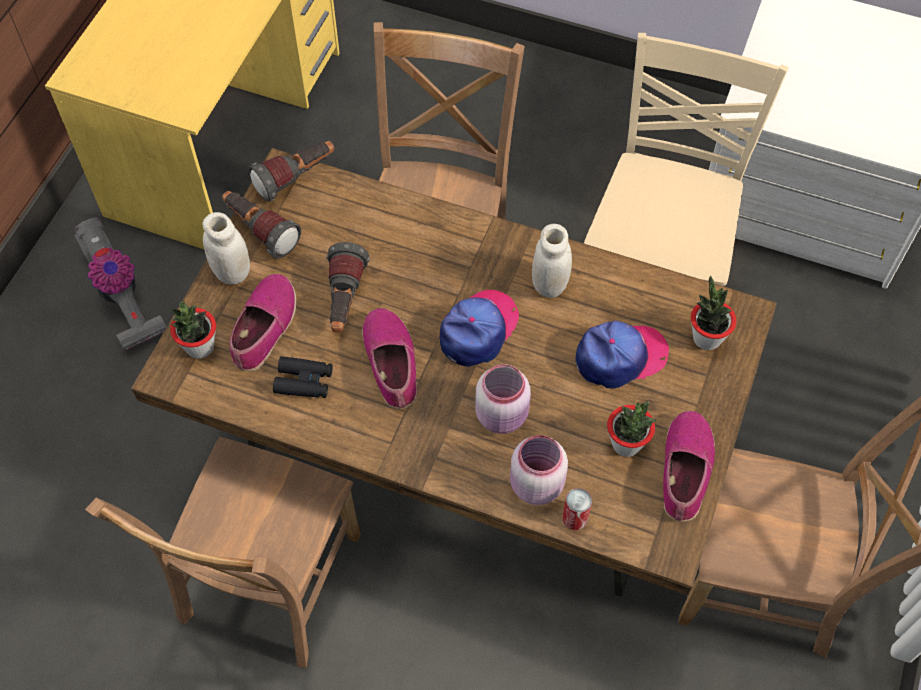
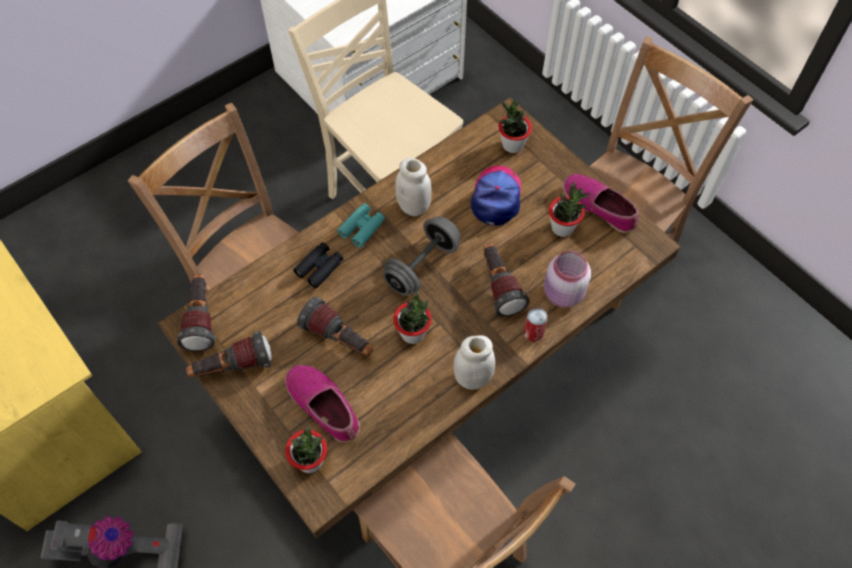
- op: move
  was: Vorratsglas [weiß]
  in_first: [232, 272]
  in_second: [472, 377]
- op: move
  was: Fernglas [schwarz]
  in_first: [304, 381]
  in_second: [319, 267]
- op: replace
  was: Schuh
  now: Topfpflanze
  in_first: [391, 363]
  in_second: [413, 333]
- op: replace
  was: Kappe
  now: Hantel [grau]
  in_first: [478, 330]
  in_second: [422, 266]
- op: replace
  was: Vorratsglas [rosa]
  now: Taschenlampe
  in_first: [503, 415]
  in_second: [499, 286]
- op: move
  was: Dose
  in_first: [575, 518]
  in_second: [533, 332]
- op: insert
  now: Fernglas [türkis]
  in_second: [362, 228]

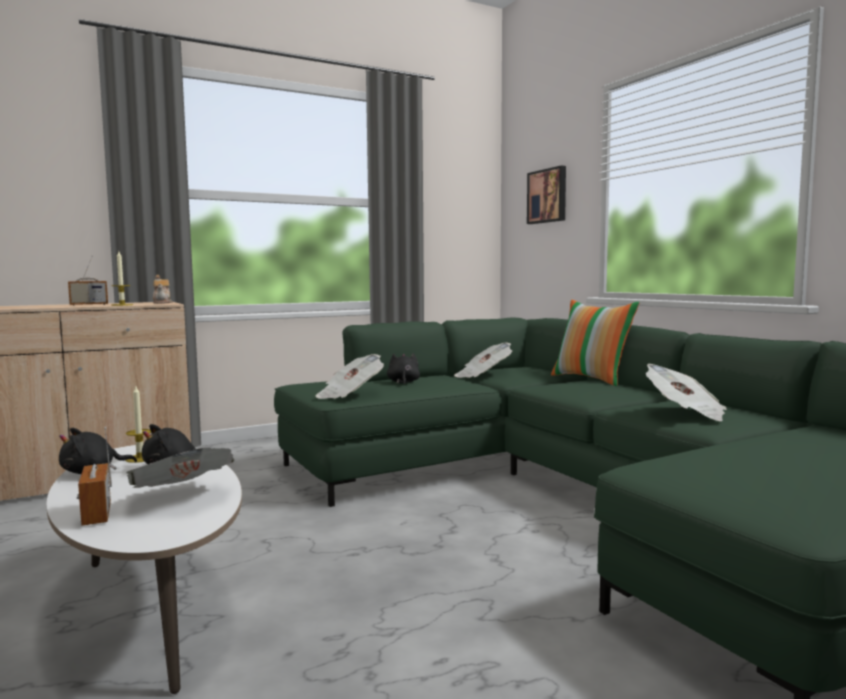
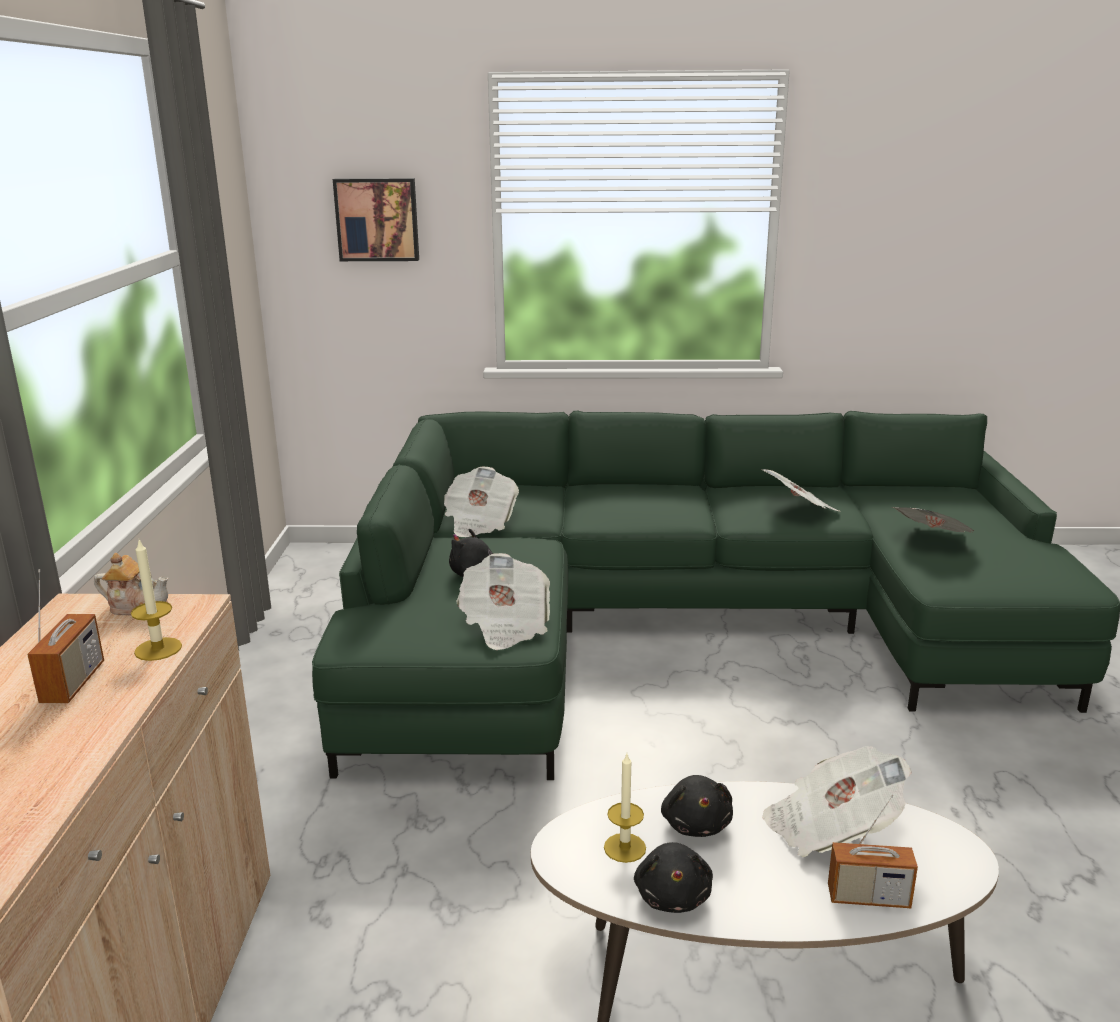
- op: delete
  was: Kissen
  in_first: [591, 379]
- op: insert
  now: Zeitung
  in_second: [932, 541]

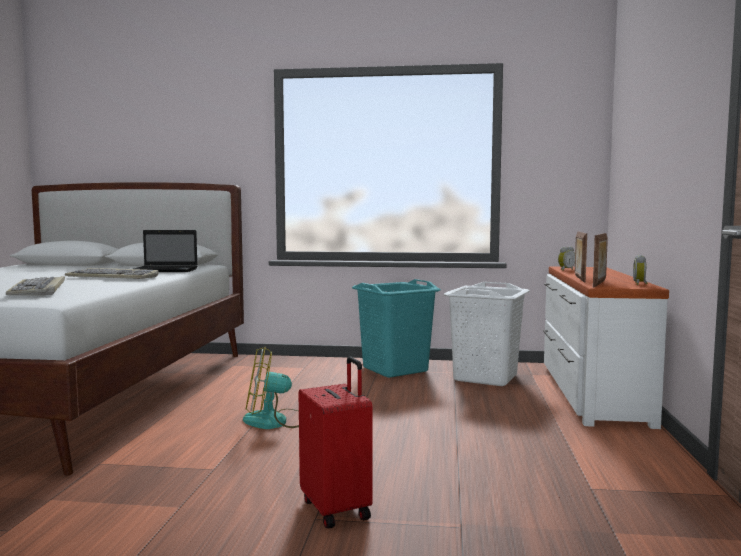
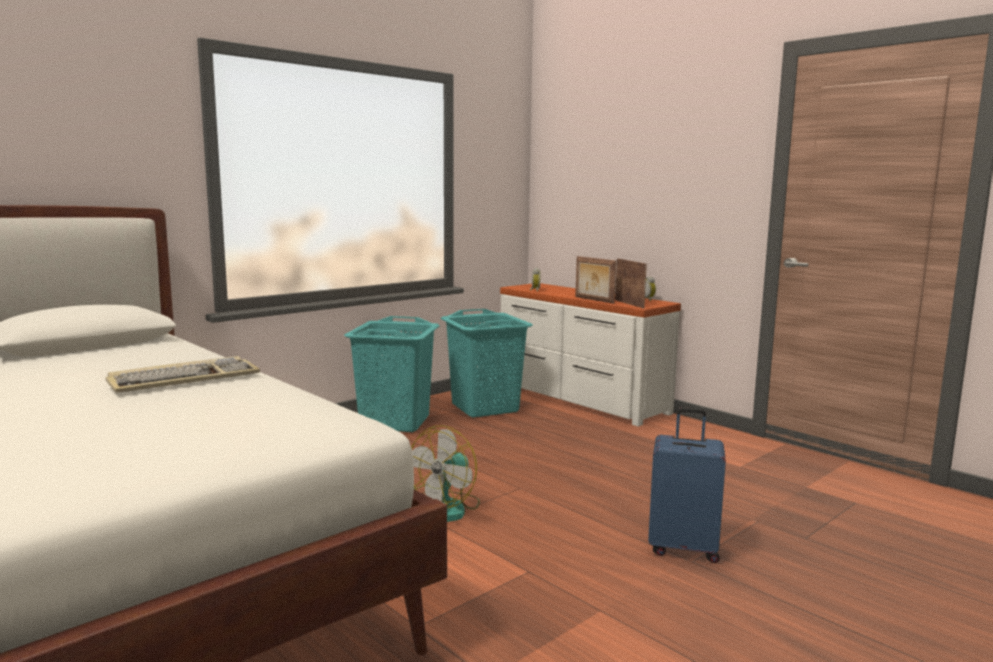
- op: delete
  was: Tastatur
  in_first: [38, 290]
- op: delete
  was: Laptop
  in_first: [166, 270]
- op: recolor
  was: Koffer [rot]
  now: Koffer [blau]
  in_first: [337, 509]
  in_second: [683, 548]
- op: recolor
  was: Wäschekorb [weiß]
  now: Wäschekorb [türkis]
  in_first: [486, 377]
  in_second: [485, 407]

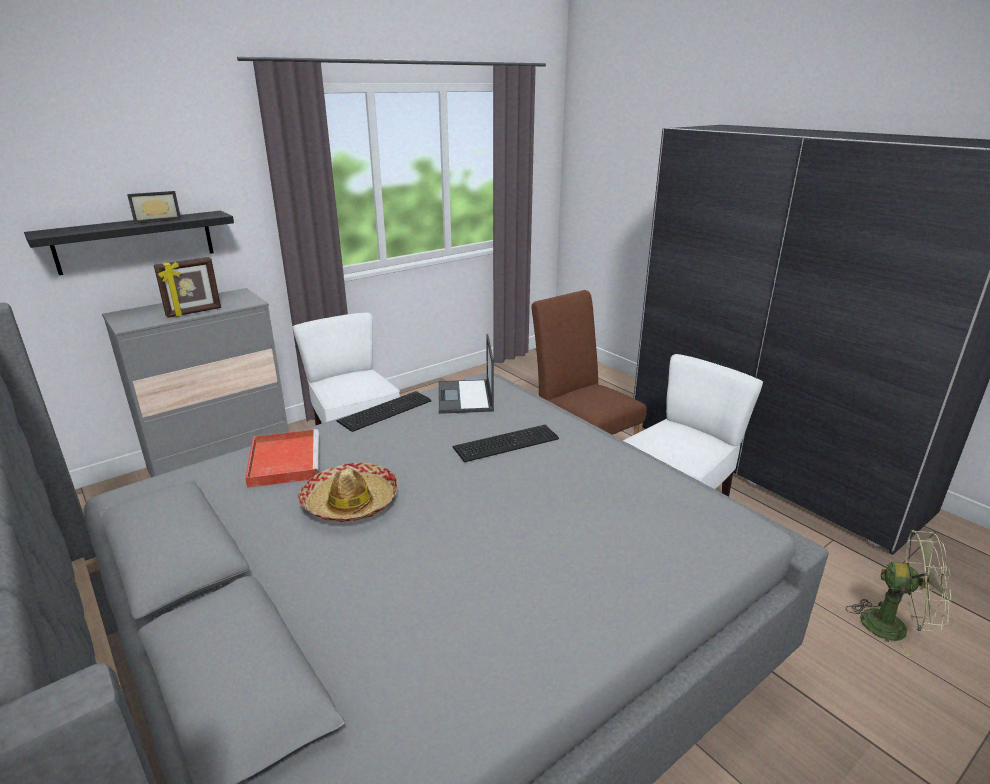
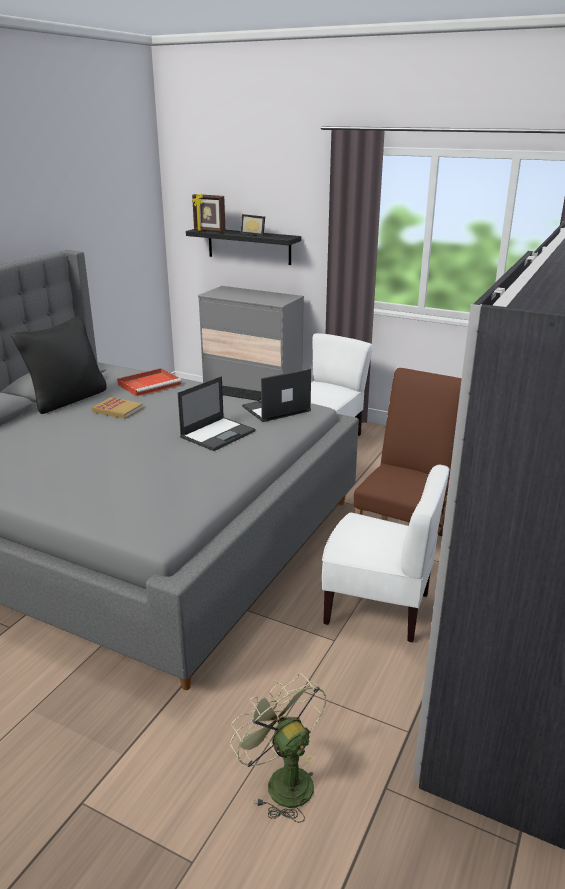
- op: move
  was: Bilderrahmen
  in_first: [194, 312]
  in_second: [209, 231]
- op: replace
  was: Hut
  now: Buch
  in_first: [351, 502]
  in_second: [117, 410]
- op: replace
  was: Tastatur
  now: Laptop
  in_first: [504, 442]
  in_second: [218, 434]
- op: rotate
  was: Ventilator [grün]
  in_first: [894, 626]
  in_second: [282, 780]
  clockwise: 150
- op: insert
  now: Kissen [schwarz]
  in_second: [67, 399]

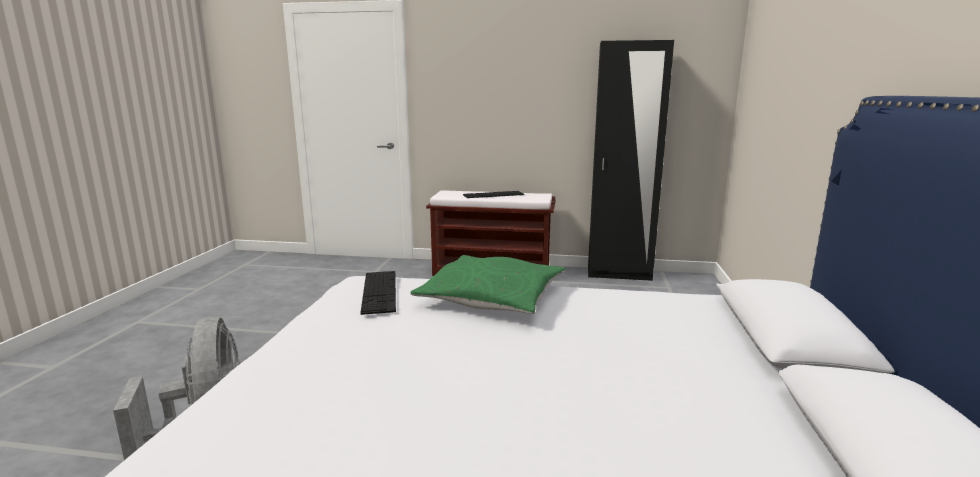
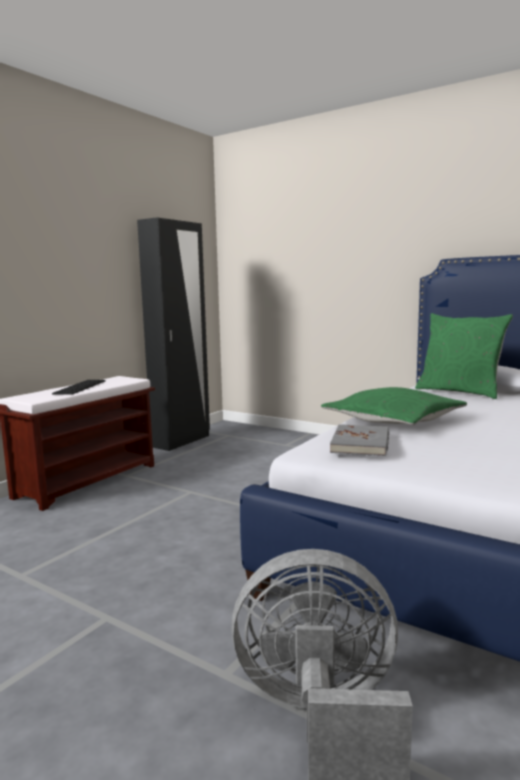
- op: replace
  was: Tastatur
  now: Buch [grau]
  in_first: [379, 291]
  in_second: [361, 443]
- op: insert
  now: Kissen [grün]
  in_second: [459, 391]

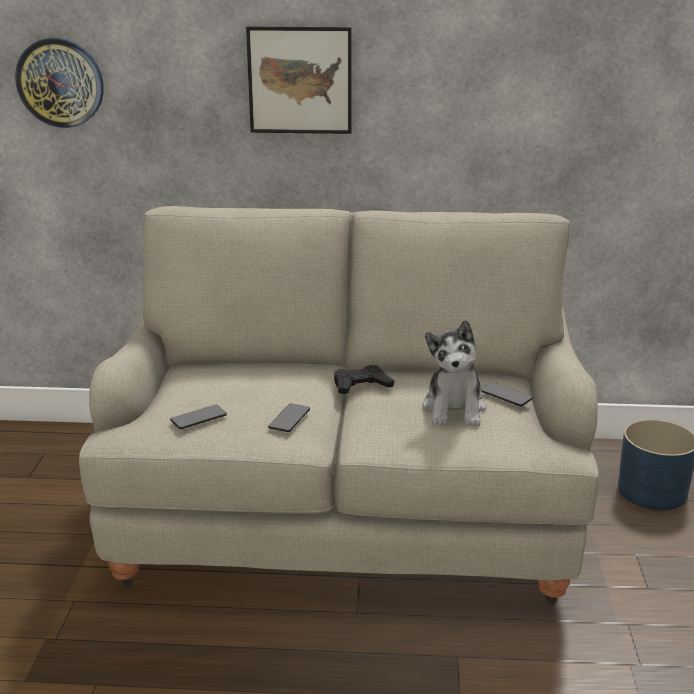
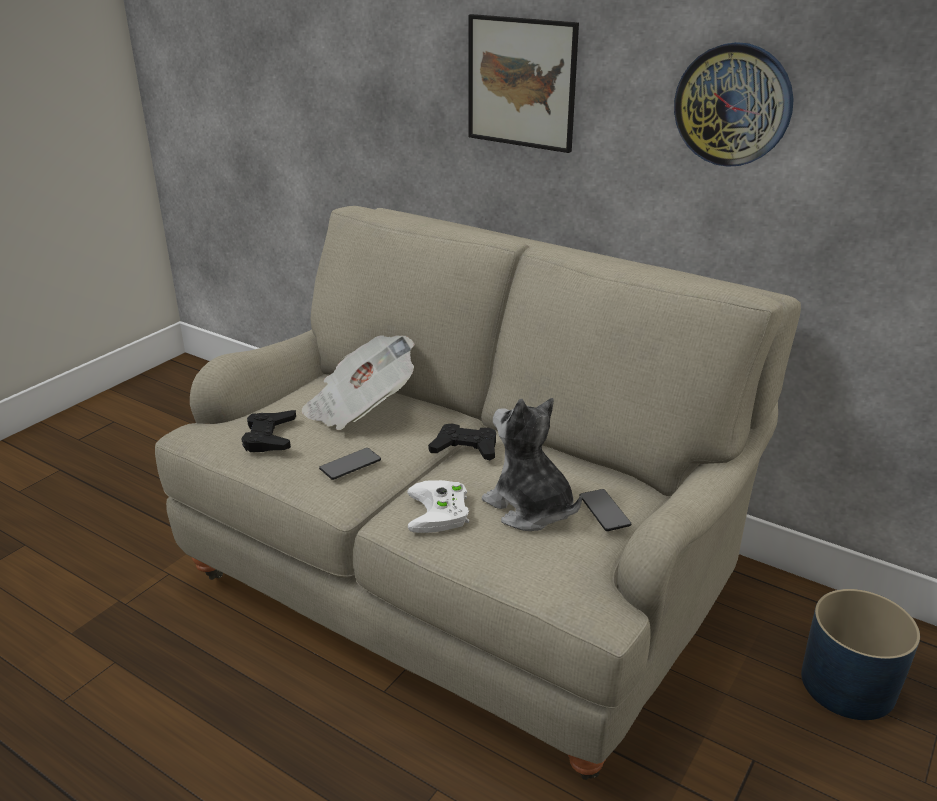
- op: move
  was: Wanduhr
  in_first: [60, 82]
  in_second: [733, 105]
- op: replace
  was: Handy
  now: Gamepad [schwarz]
  in_first: [198, 418]
  in_second: [269, 437]
- op: rotate
  was: Plüschtier
  in_first: [454, 409]
  in_second: [530, 508]
  clockwise: 105
- op: insert
  now: Zeitung
  in_second: [360, 408]
- op: insert
  now: Gamepad [weiß]
  in_second: [441, 512]

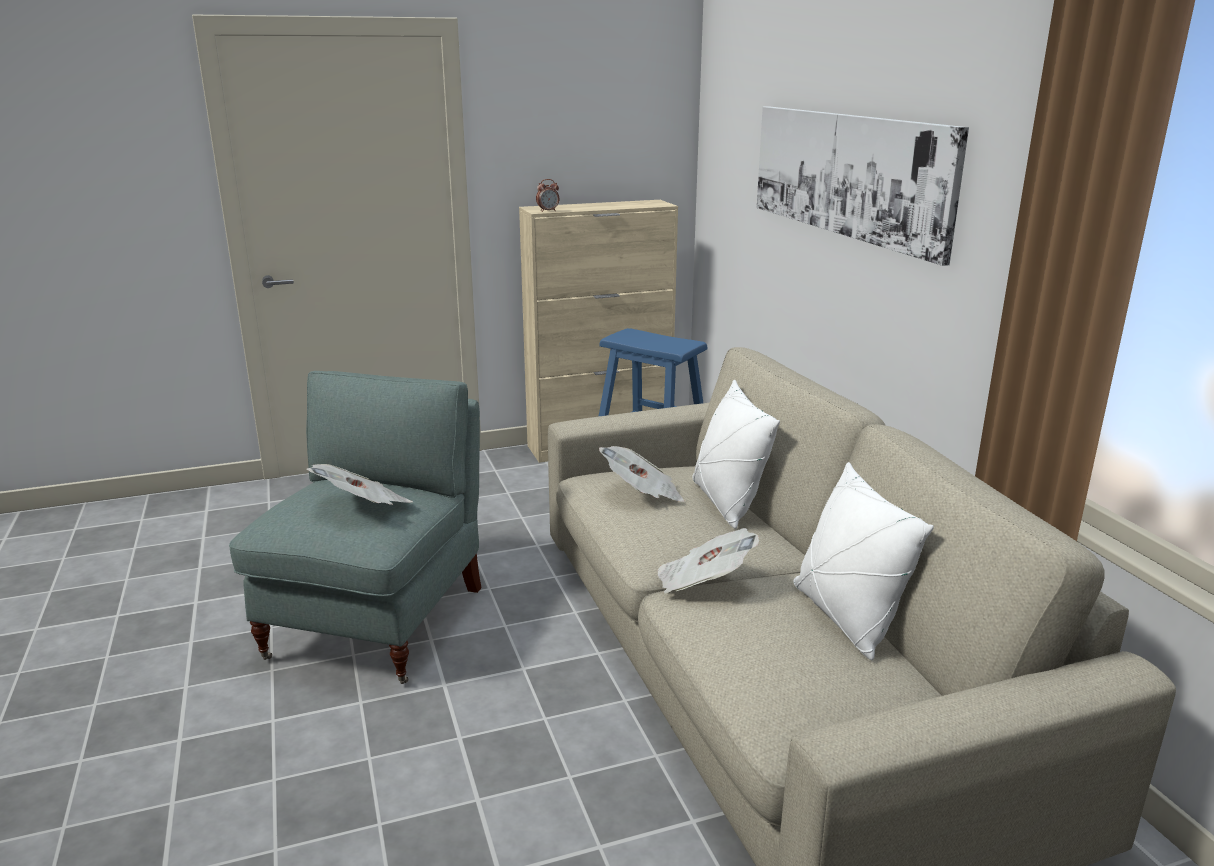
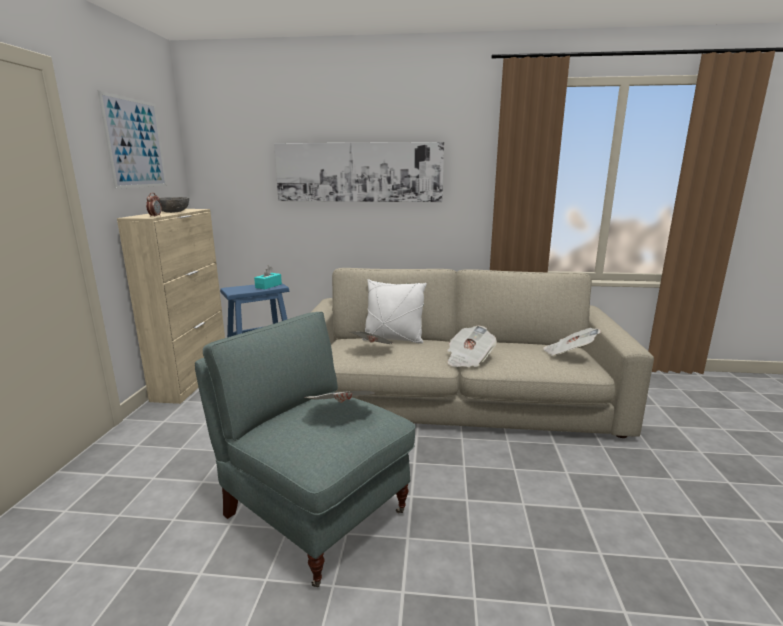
- op: delete
  was: Kissen [weiß]
  in_first: [845, 618]
- op: insert
  now: Bild
  in_second: [135, 143]
- op: insert
  now: Schüssel [grau]
  in_second: [172, 212]
- op: insert
  now: Taschentuchbox [türkis]
  in_second: [268, 286]
- op: insert
  now: Zeitung
  in_second: [568, 354]

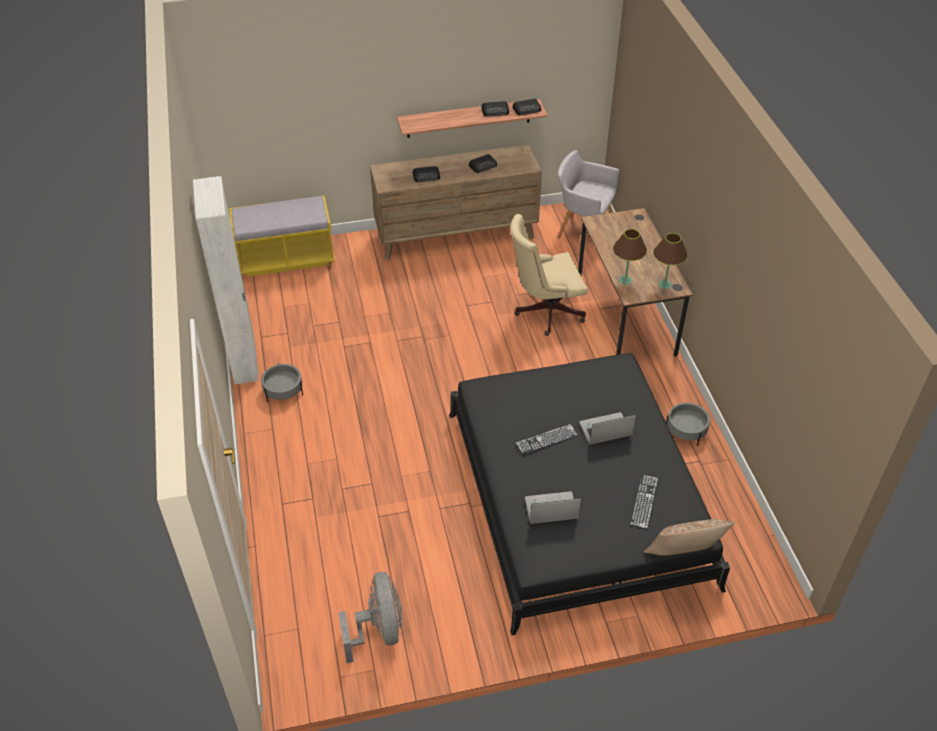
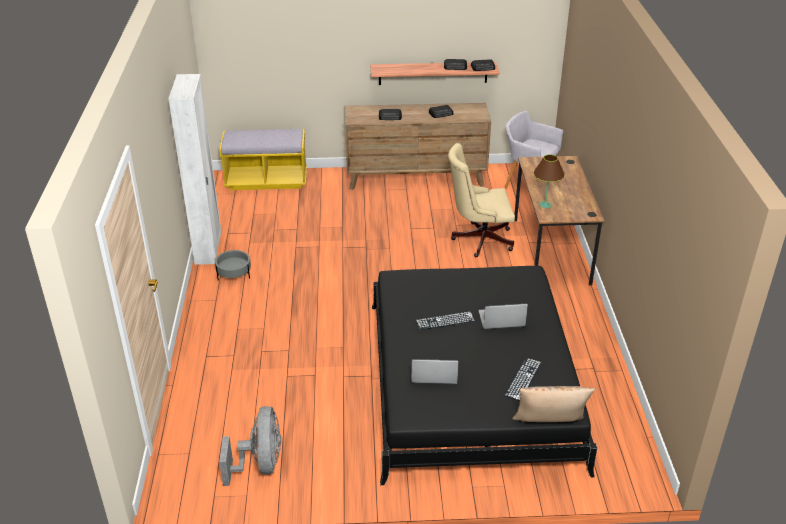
- op: delete
  was: Tischlampe [braun]
  in_first: [664, 284]
- op: delete
  was: Pflanzkübel [grau]
  in_first: [686, 431]

